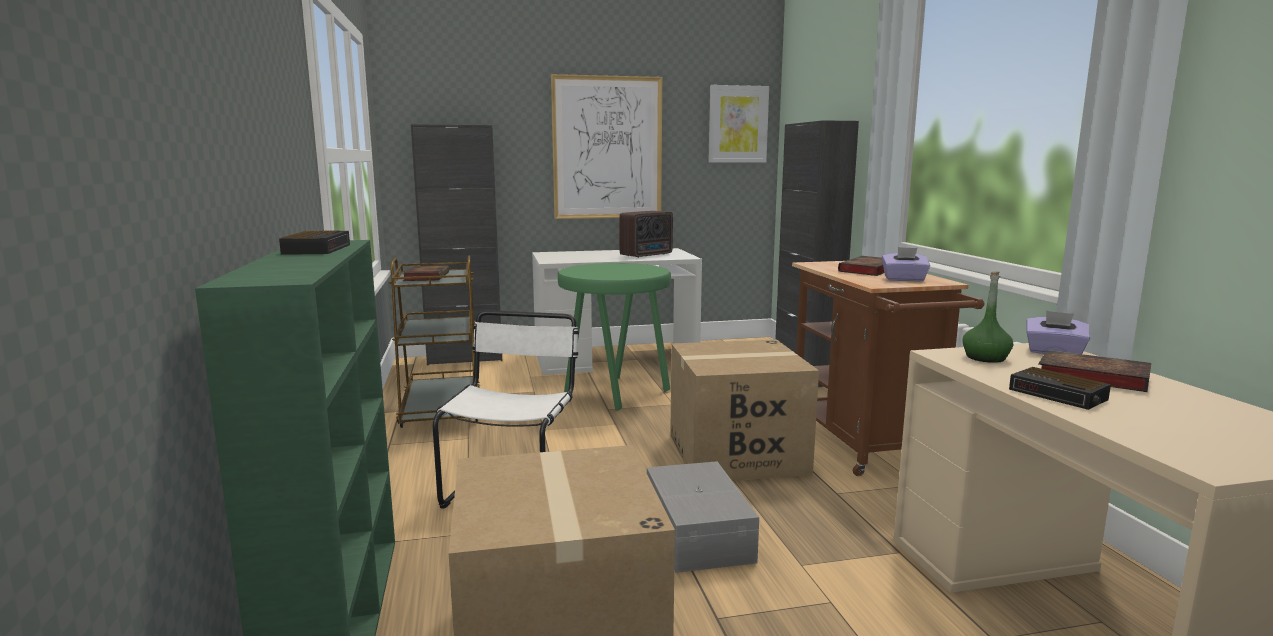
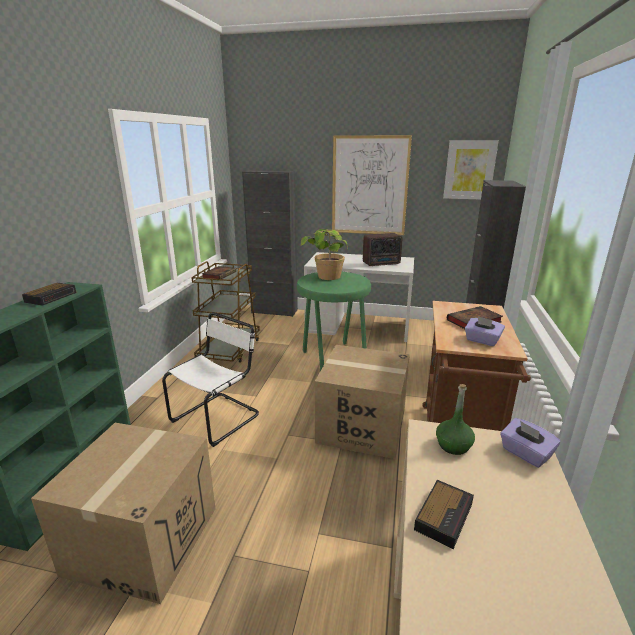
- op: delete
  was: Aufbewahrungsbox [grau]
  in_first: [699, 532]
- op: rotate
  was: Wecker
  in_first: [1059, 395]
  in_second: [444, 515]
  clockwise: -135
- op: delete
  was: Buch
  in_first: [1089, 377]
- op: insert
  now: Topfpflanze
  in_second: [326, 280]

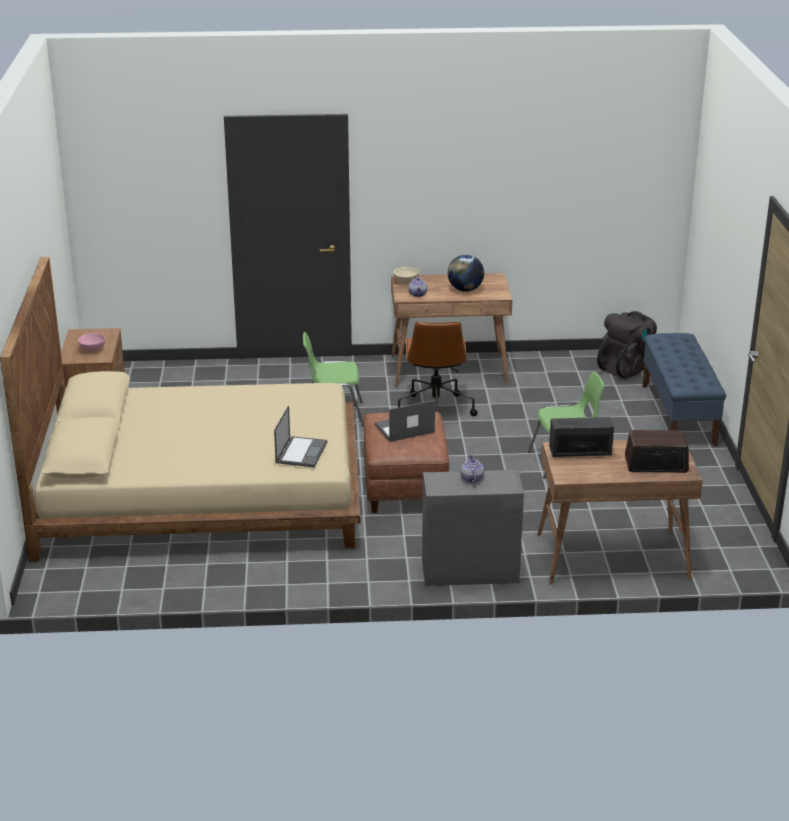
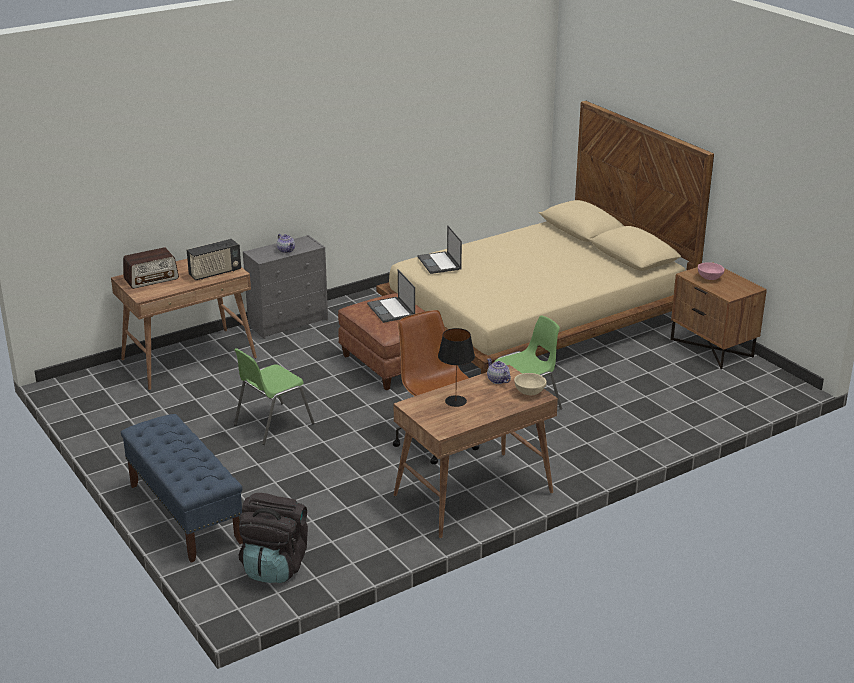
- op: rotate
  was: Laptop
  in_first: [404, 429]
  in_second: [391, 310]
  clockwise: 120
- op: replace
  was: Globus
  now: Tischlampe [schwarz]
  in_first: [465, 290]
  in_second: [456, 401]

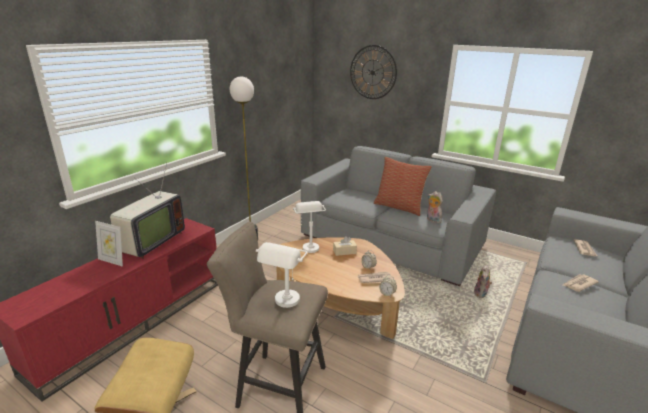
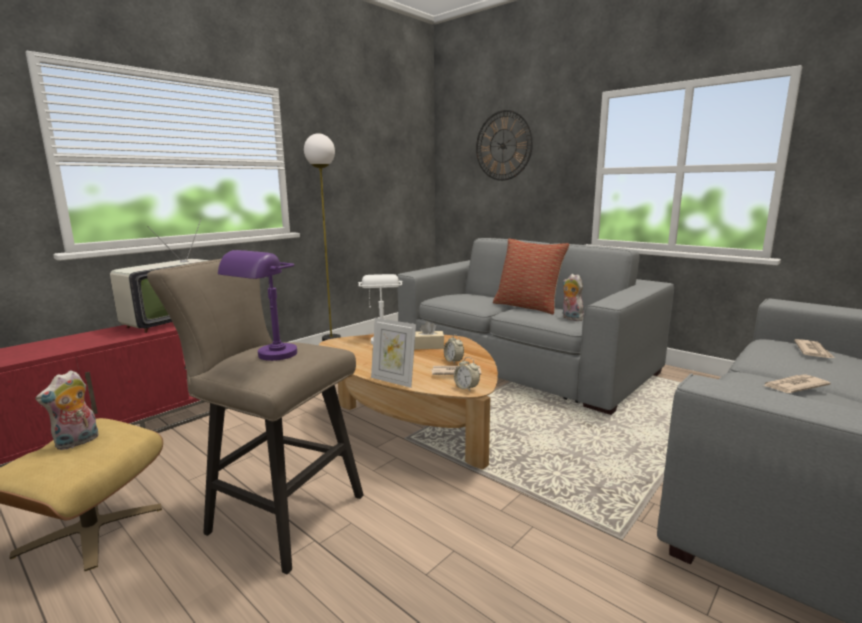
- op: move
  was: Bilderrahmen
  in_first: [113, 261]
  in_second: [393, 380]
- op: recolor
  was: Tischlampe [weiß]
  now: Tischlampe [lila]
  in_first: [284, 305]
  in_second: [268, 358]
- op: move
  was: Plüschtier
  in_first: [481, 294]
  in_second: [77, 443]

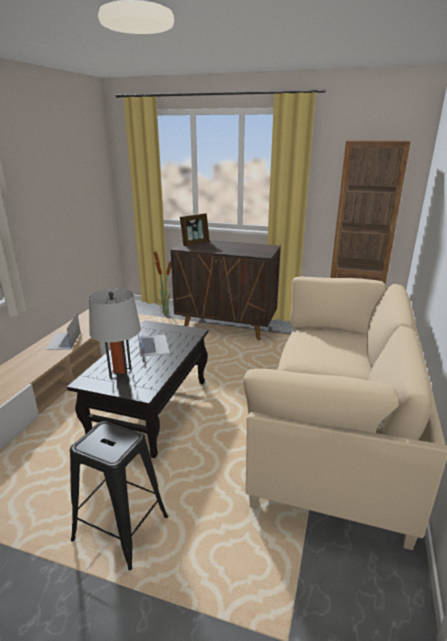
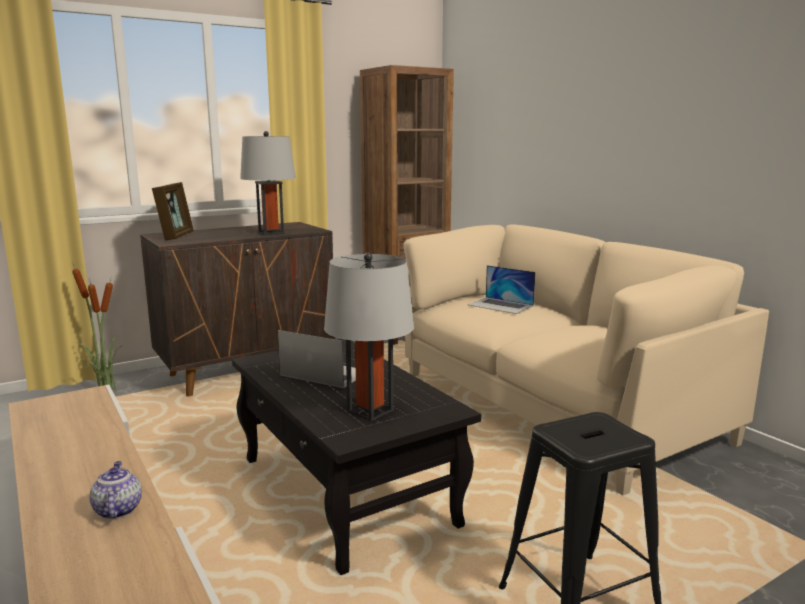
- op: move
  was: Laptop
  in_first: [63, 341]
  in_second: [500, 305]
- op: insert
  now: Teekanne
  in_second: [117, 509]
- op: insert
  now: Tischlampe [grau]
  in_second: [271, 233]

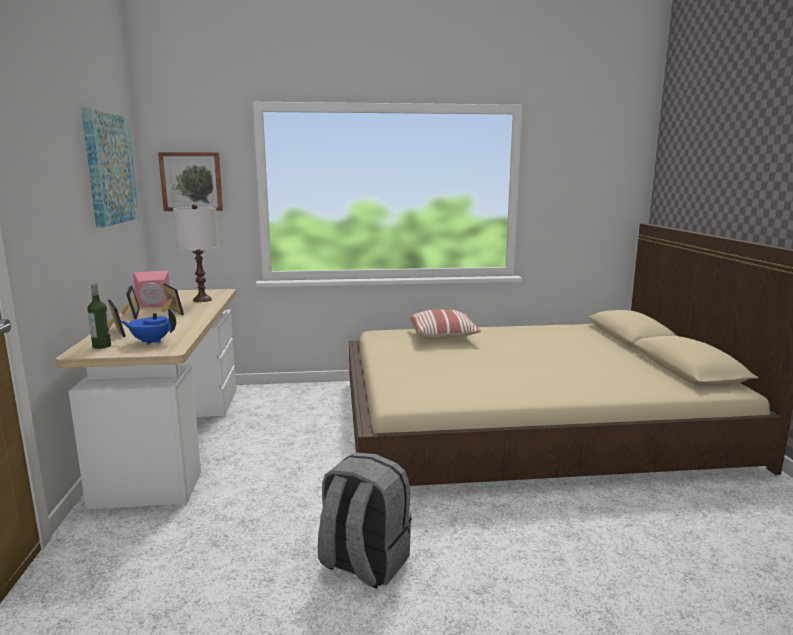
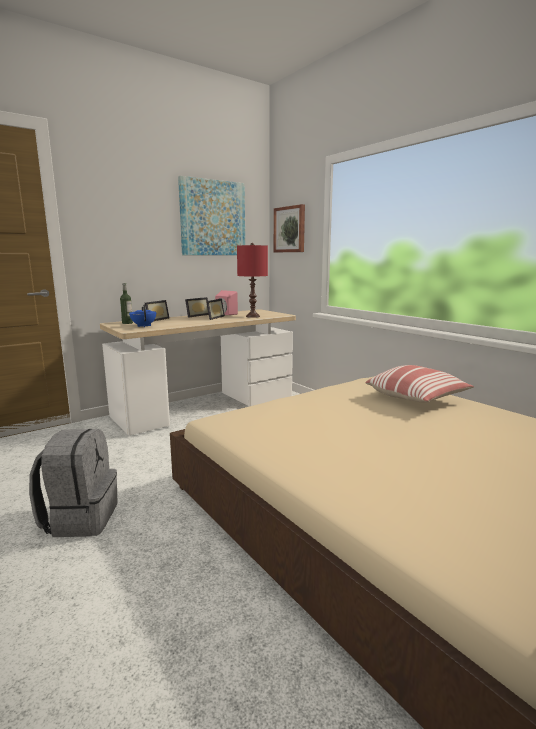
- op: recolor
  was: Tischlampe [weiß]
  now: Tischlampe [rot]
  in_first: [202, 300]
  in_second: [252, 316]

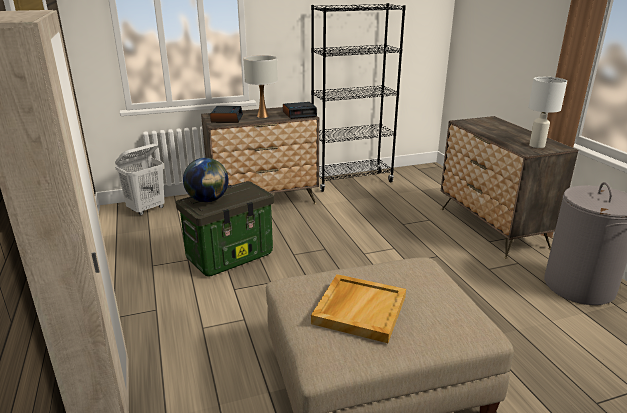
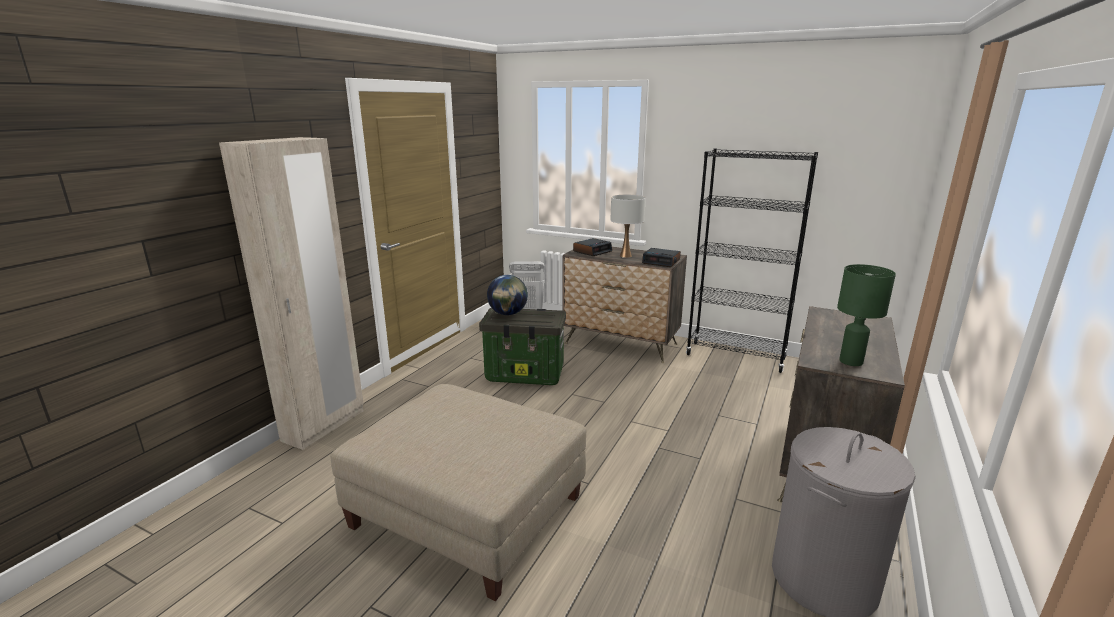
- op: delete
  was: Tablett [beige]
  in_first: [359, 309]
- op: recolor
  was: Tischlampe [weiß]
  now: Tischlampe [grün]
  in_first: [536, 145]
  in_second: [850, 361]

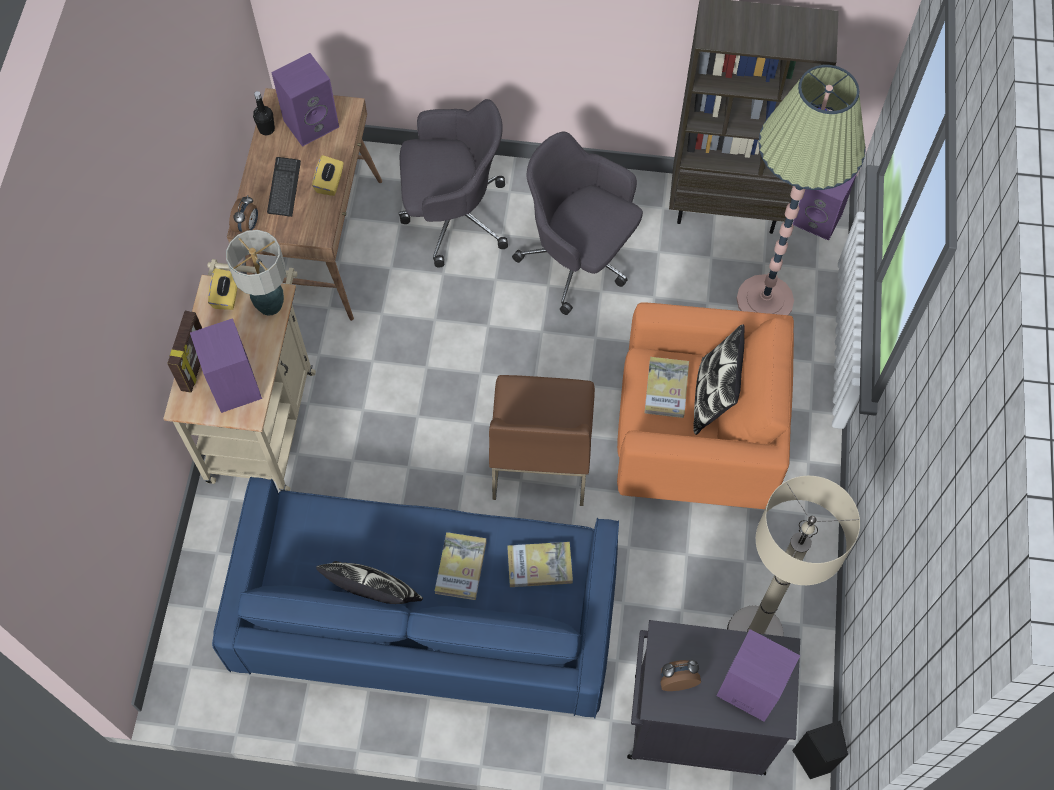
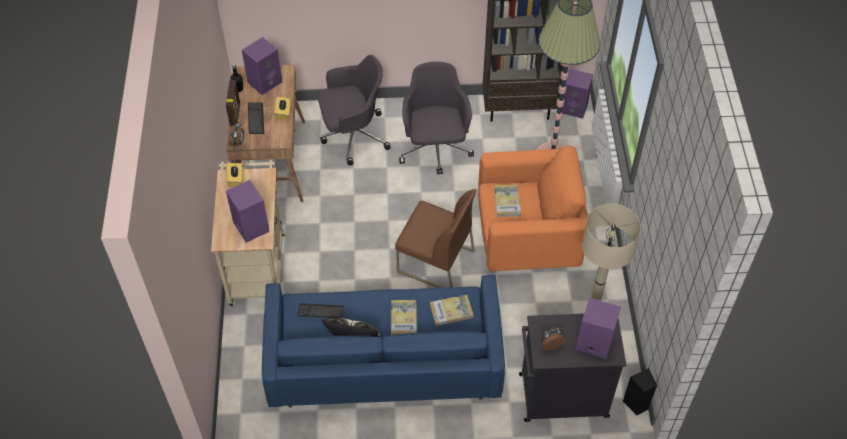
- op: move
  was: Bilderrahmen
  in_first: [195, 366]
  in_second: [236, 116]
- op: delete
  was: Tischlampe
  in_first: [270, 305]
- op: rotate
  was: Stuhl [braun]
  in_first: [540, 457]
  in_second: [435, 261]
  clockwise: -60
- op: rotate
  was: Bürostuhl [grau]
  in_first: [579, 260]
  in_second: [435, 149]
  clockwise: 60
- op: delete
  was: Kissen
  in_first: [713, 398]
- op: insert
  now: Tastatur
  in_second: [320, 311]

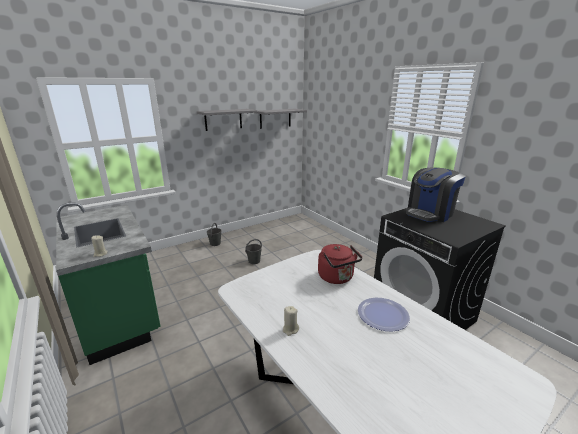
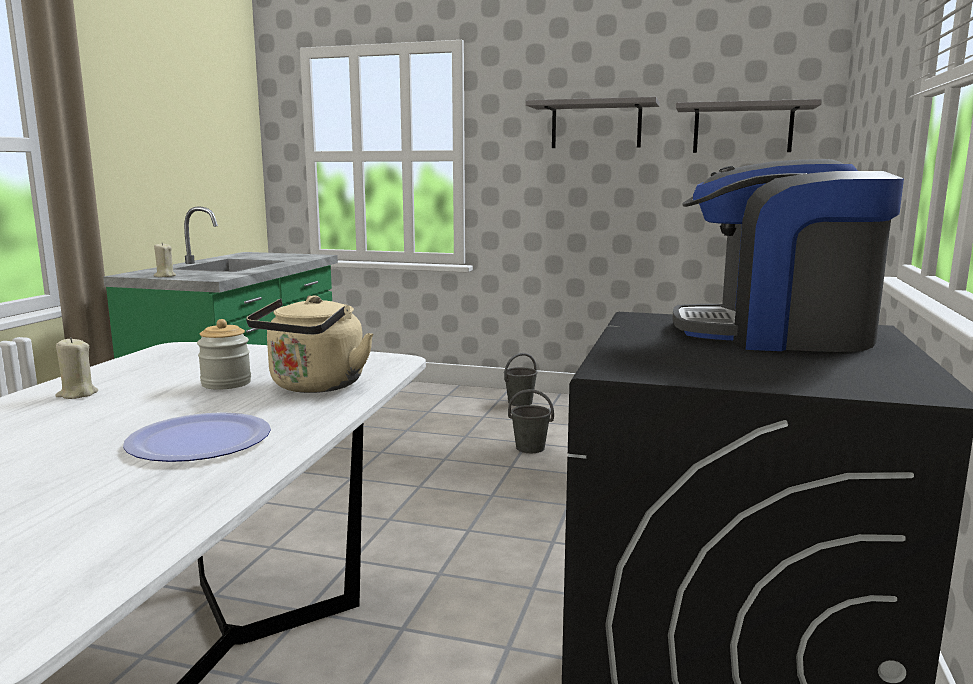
- op: recolor
  was: Wasserkessel [rot]
  now: Wasserkessel [beige]
  in_first: [337, 278]
  in_second: [314, 386]
- op: insert
  now: Vorratsglas
  in_second: [226, 383]

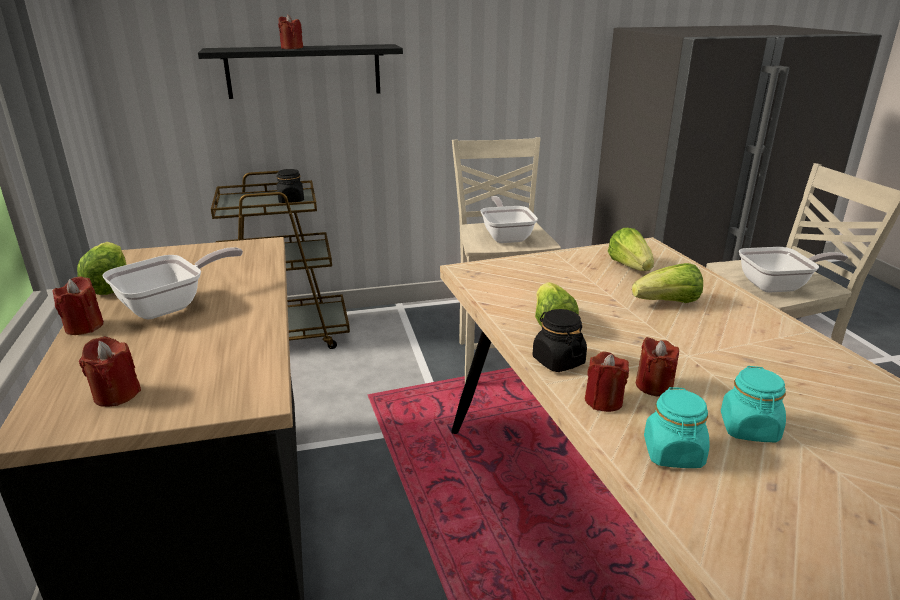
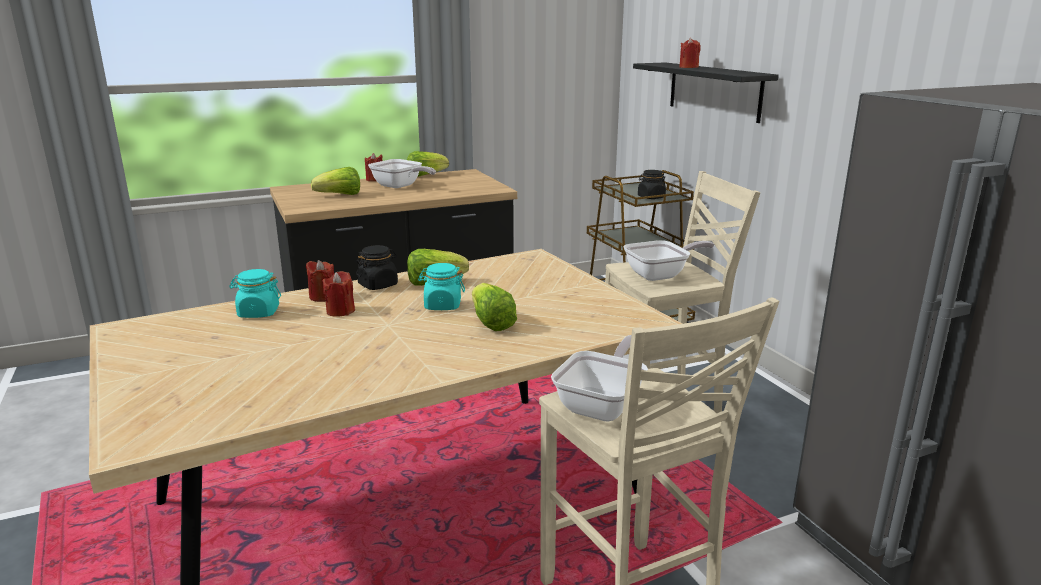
- op: delete
  was: Kerze [rot]
  in_first: [116, 394]
- op: move
  was: Salatkopf
  in_first: [630, 267]
  in_second: [340, 195]
- op: move
  was: Vorratsglas [türkis]
  in_first: [749, 429]
  in_second: [442, 305]
- op: rotate
  was: Pfanne
  in_first: [779, 286]
  in_second: [603, 404]
  clockwise: -135

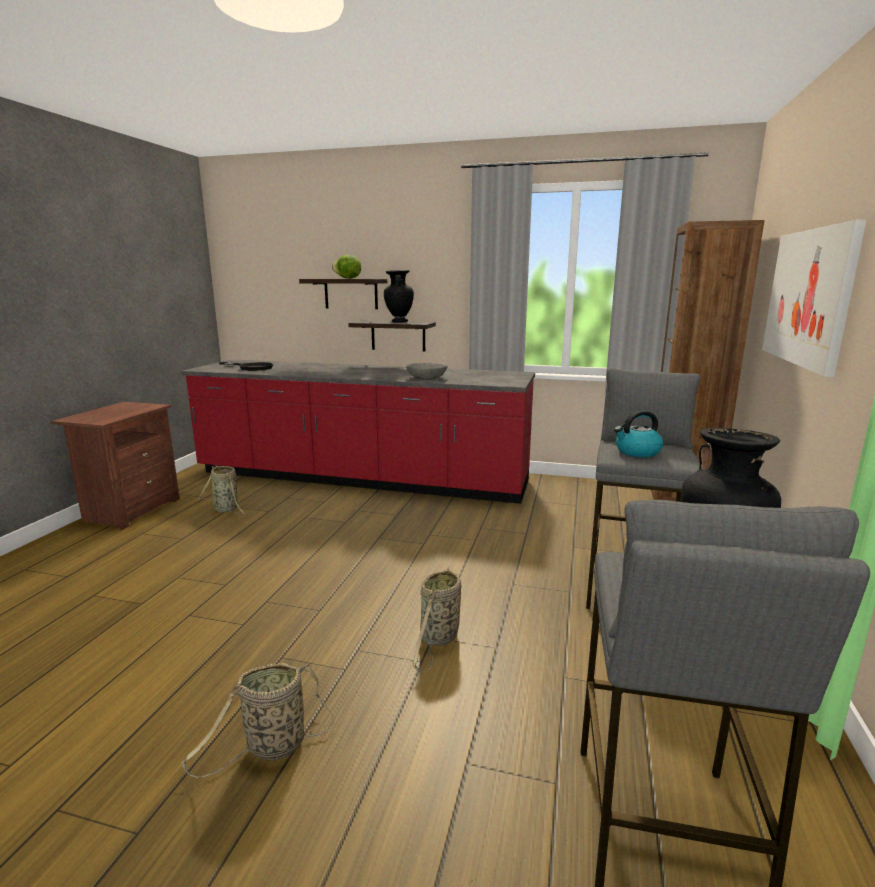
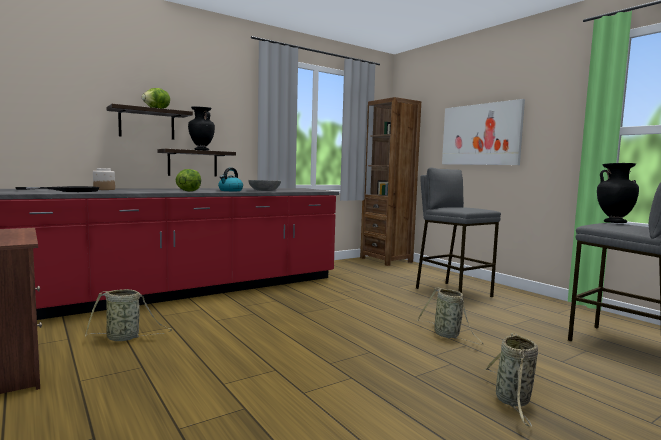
- op: move
  was: Wasserkessel
  in_first: [637, 452]
  in_second: [230, 190]
- op: insert
  now: Vorratsglas
  in_second: [104, 189]
- op: insert
  now: Salatkopf
  in_second: [188, 191]

